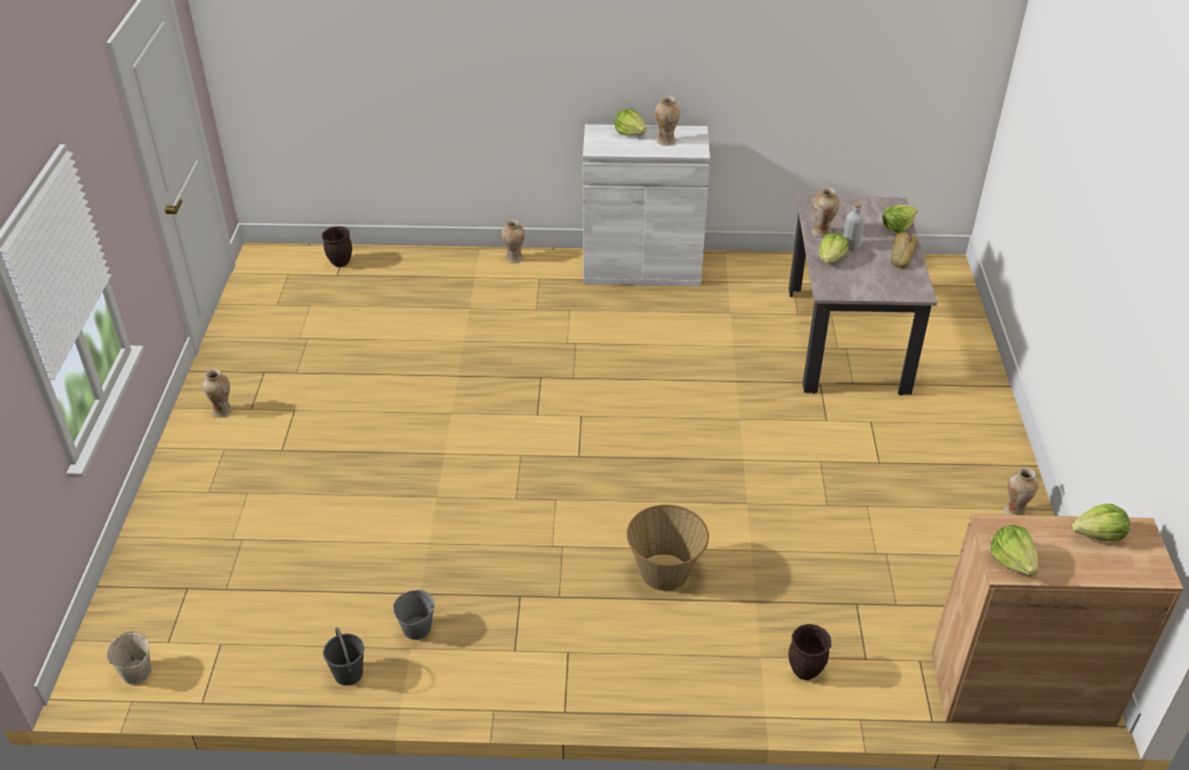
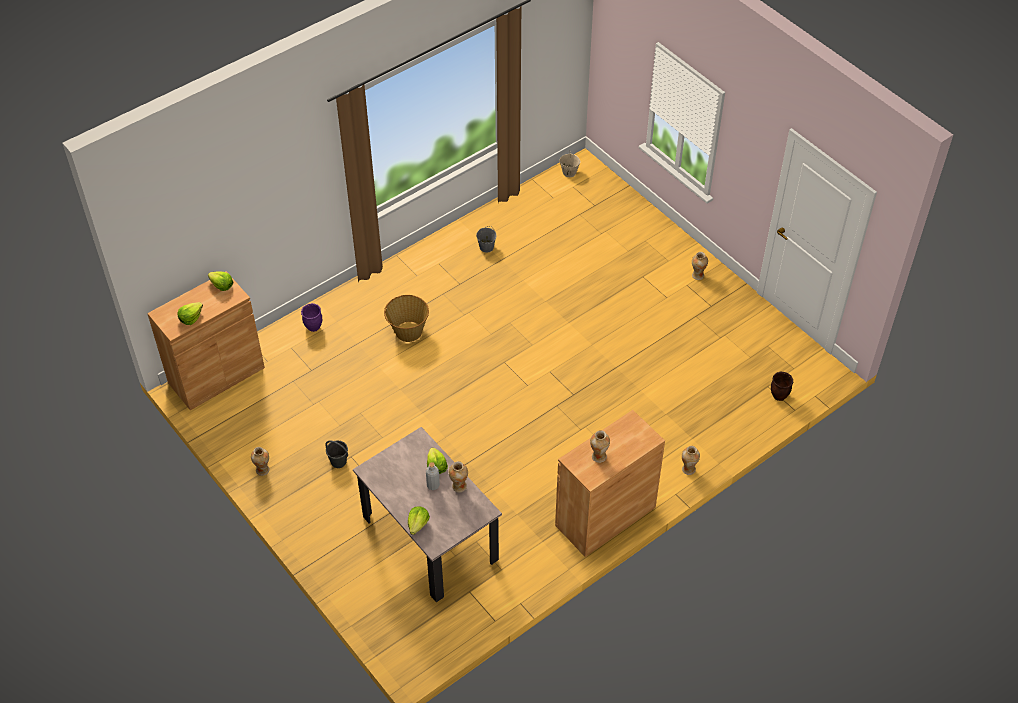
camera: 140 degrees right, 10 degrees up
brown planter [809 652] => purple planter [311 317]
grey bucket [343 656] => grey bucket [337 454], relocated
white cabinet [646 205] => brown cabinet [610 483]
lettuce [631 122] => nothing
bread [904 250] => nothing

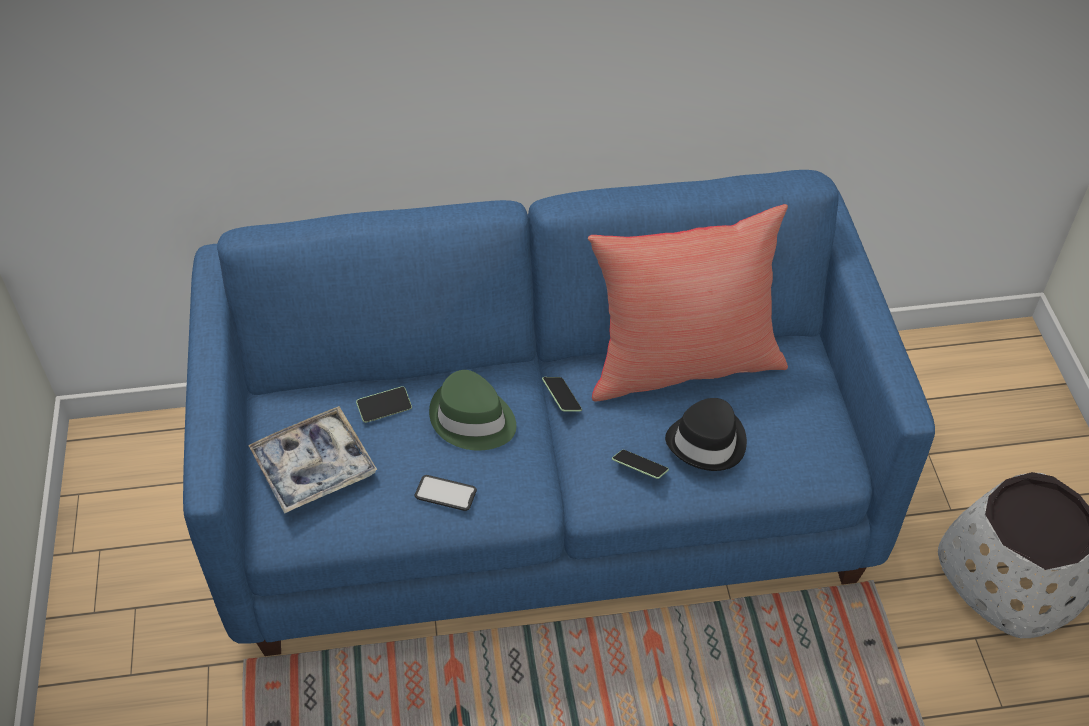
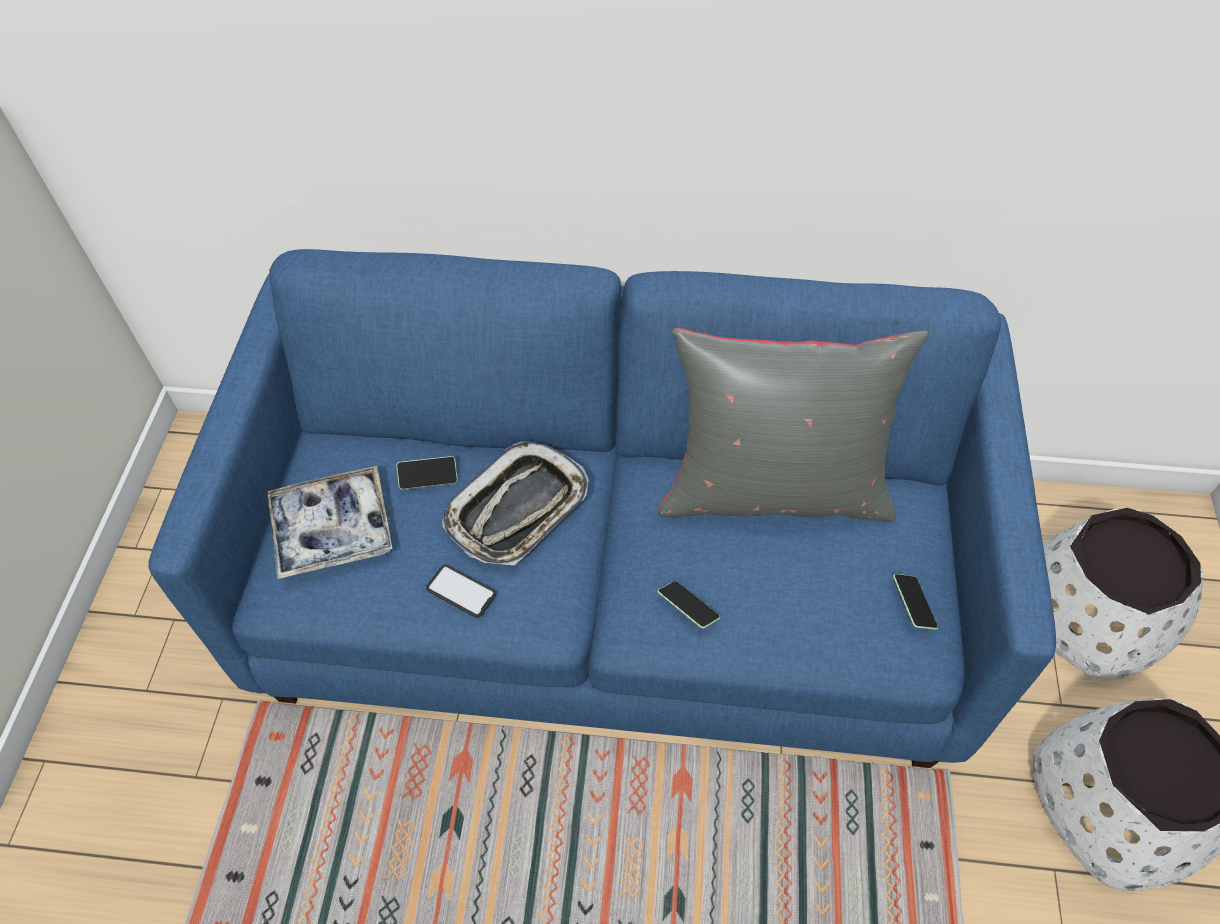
camera: 15 degrees right, 5 degrees up
green hat [472 410] => tray [515 503]
red pillow [688 303] => grey pillow [793 425]
phone [562 394] => phone [915 602], relocated
nothing => white planter [1123 594]
black hat [706 434] => nothing

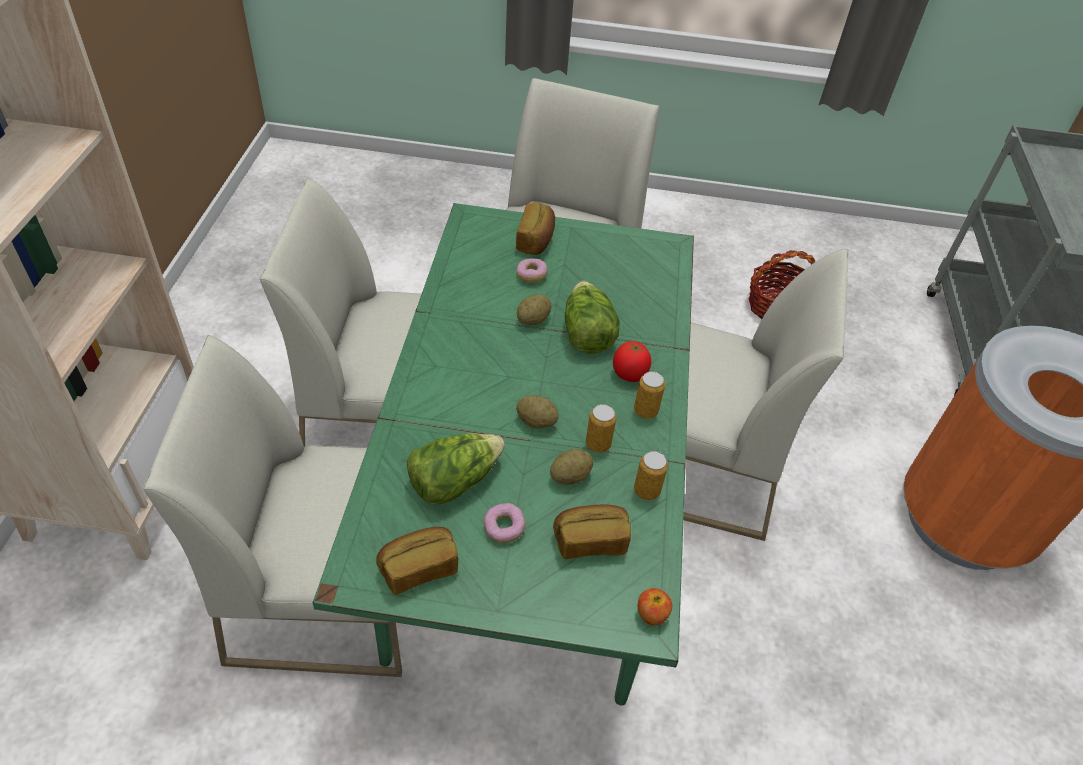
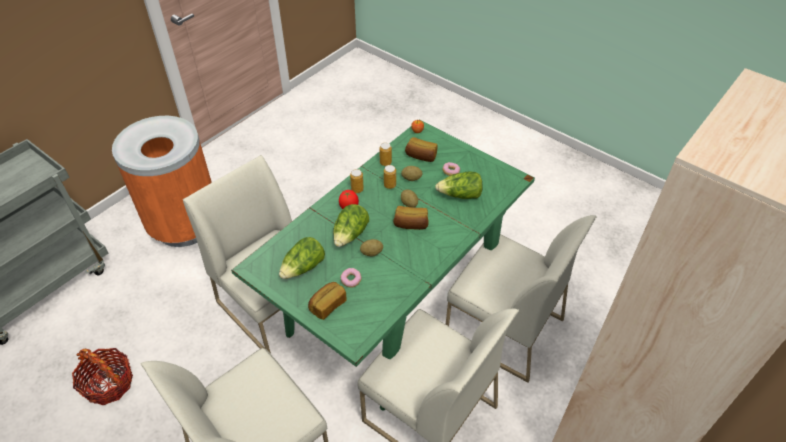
camera: 145 degrees left, 0 degrees up
nothing => lettuce [302 258]
bread [417 561] => bread [411 218], relocated

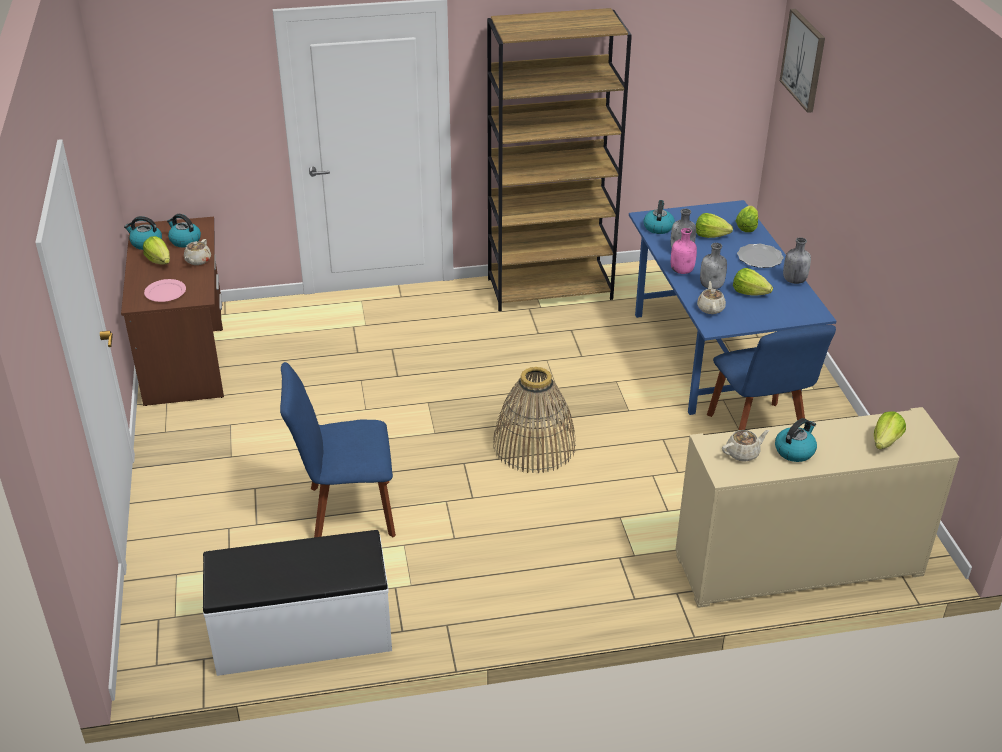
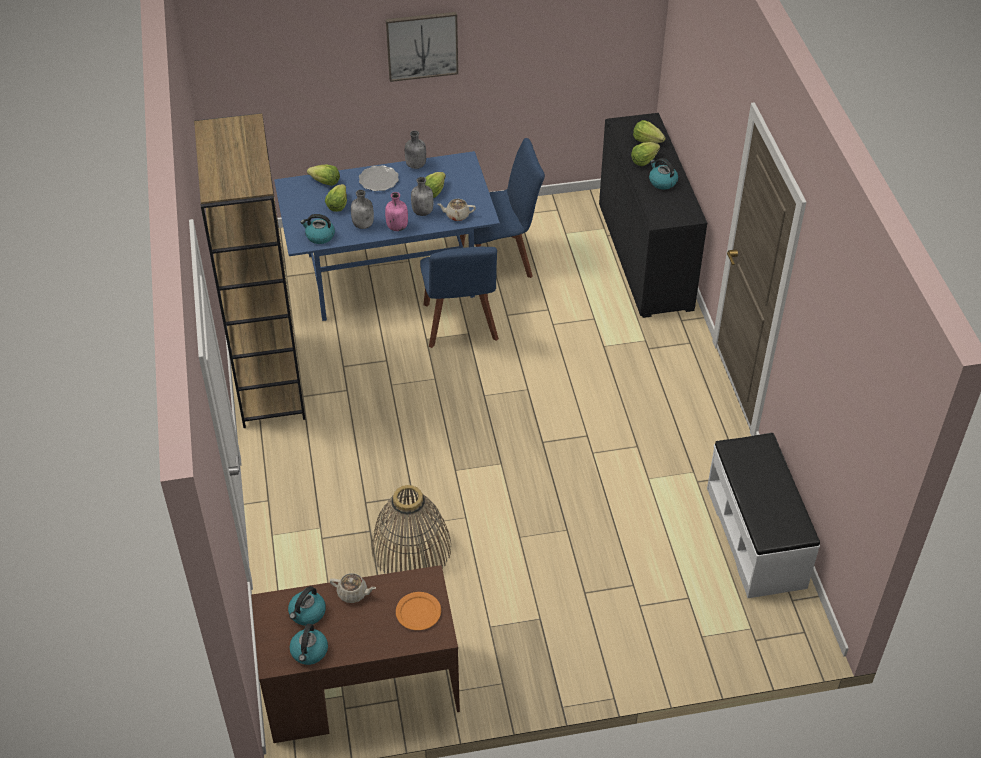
camera: 90 degrees left, 10 degrees up
basket [534 420] => basket [411 529], relocated
picture [802 61] => picture [422 47], relocated
pink plate [165 290] => orange plate [418 611]
blue chair [338 450] => blue chair [459 297], relocated
beige cabinet [817 507] => black cabinet [653 215]
lettuce [156 250] => lettuce [645 154], relocated
beige teapot [746 446] => nothing

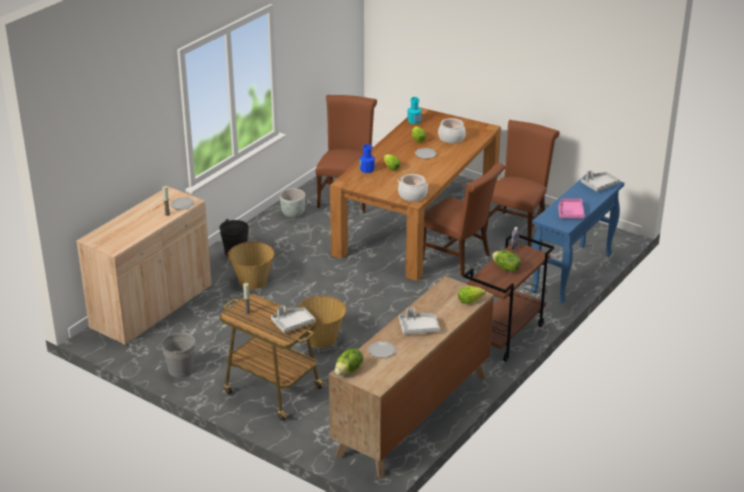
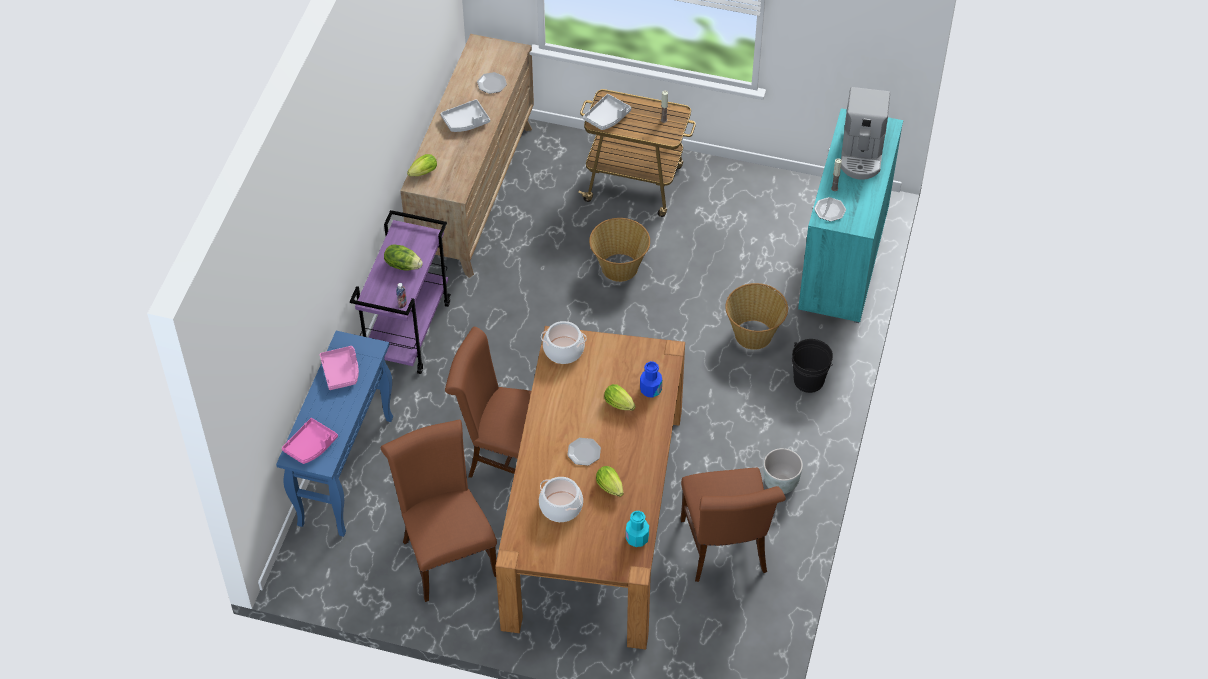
camera: 160 degrees right, 20 degrees up
grey tray [600 181] => pink tray [310 441]
brown cart [509 298] => purple cart [400 292]
brown chair [523 183] => brown chair [439 511], 150 degrees clockwise
beige cabinet [144 266] => turquoise cabinet [850 215]
nothing => coffee machine [865 133]
grey bucket [178 354] => nothing
lettuce [349 361] => nothing

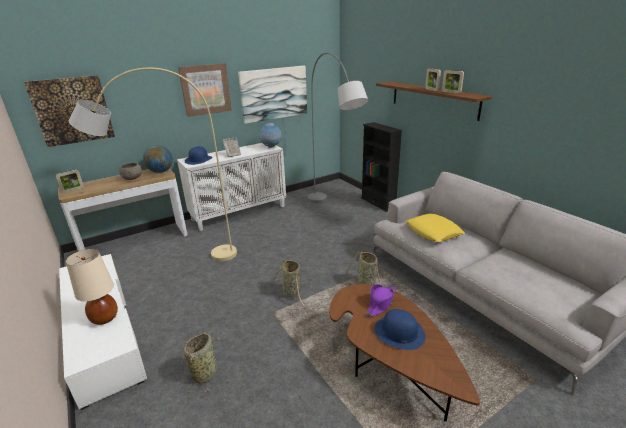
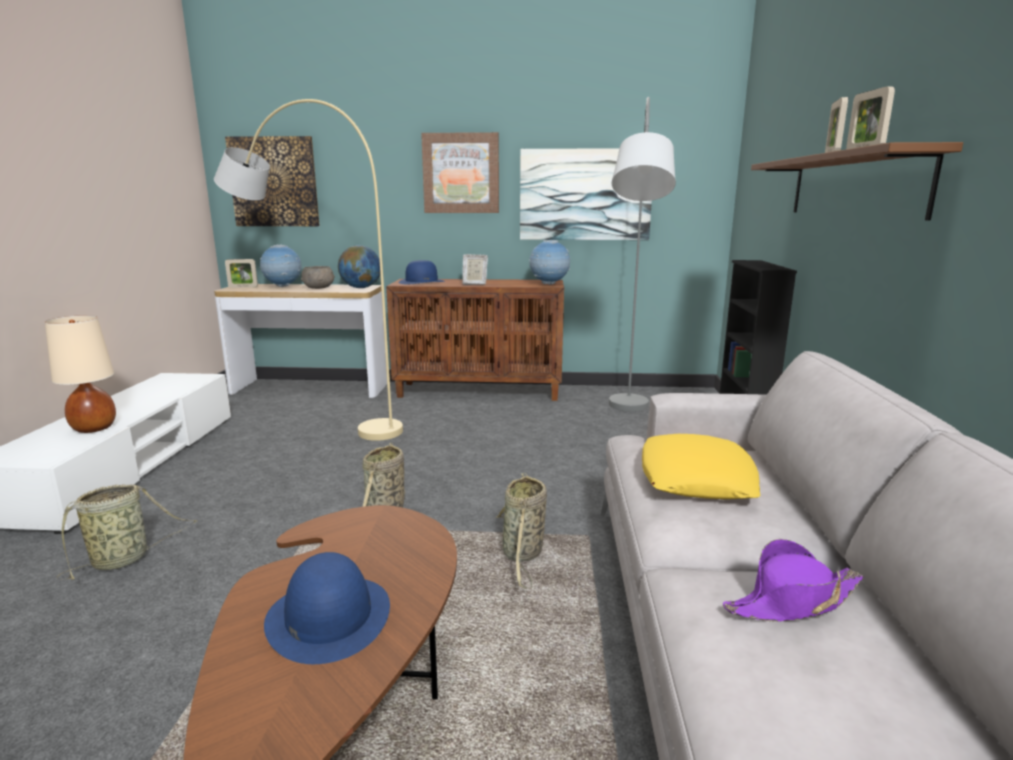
camera: 35 degrees right, 10 degrees down
nothing => globe [281 265]
white cabinet [231 187] => brown cabinet [475 340]
purple hat [381 300] => purple hat [793 580], relocated

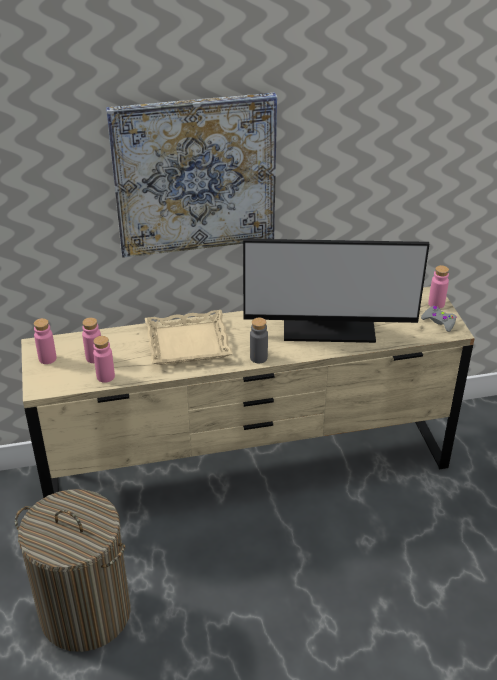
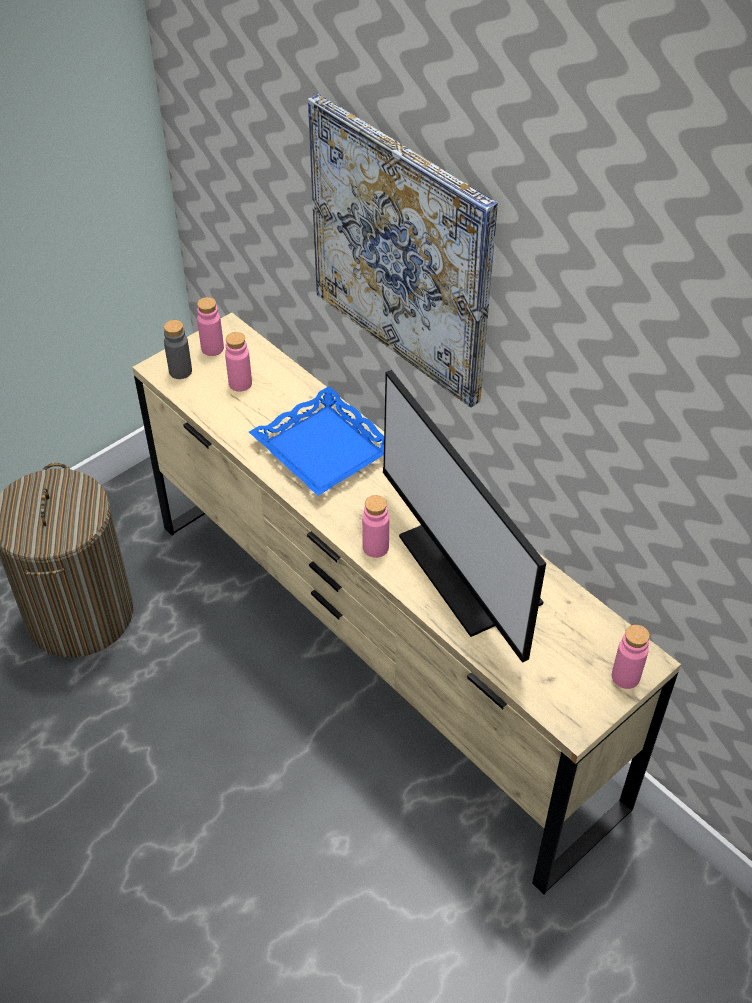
camera: 60 degrees right, 10 degrees up
grey bottle [259 340] => grey bottle [178 349], relocated
beige tray [189 337] => blue tray [316 441]
pink bottle [104 359] => pink bottle [375 526], relocated
grey game controller [439 319] => nothing

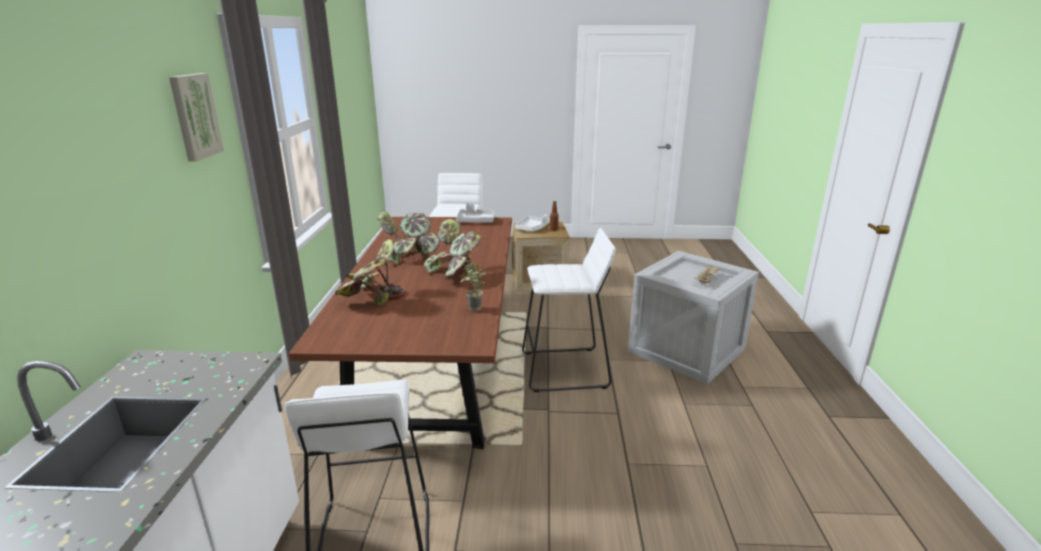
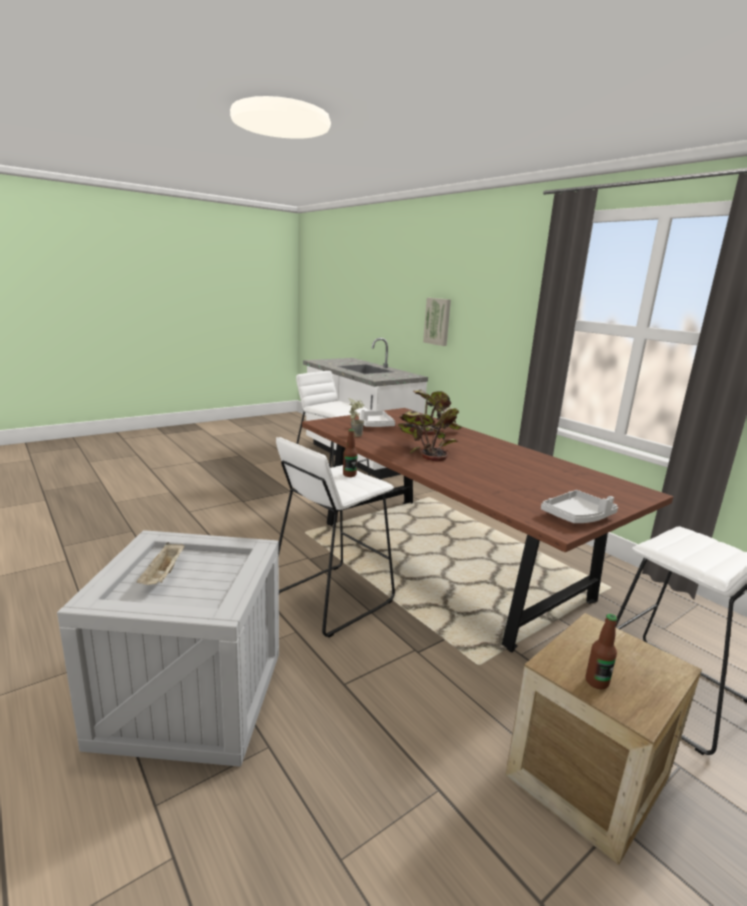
camera: 140 degrees right, 5 degrees down
nothing => bottle [350 453]
white tray [532 223] => white tray [377 418], relocated
picture [196 117] => picture [437 322], relocated
potted plant [409 238] => nothing

